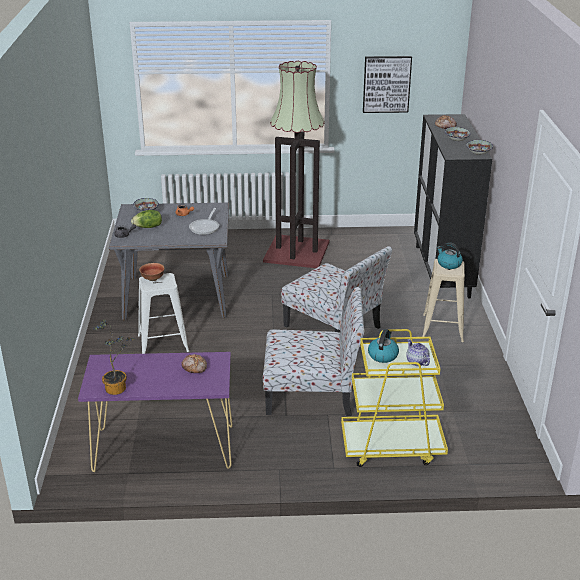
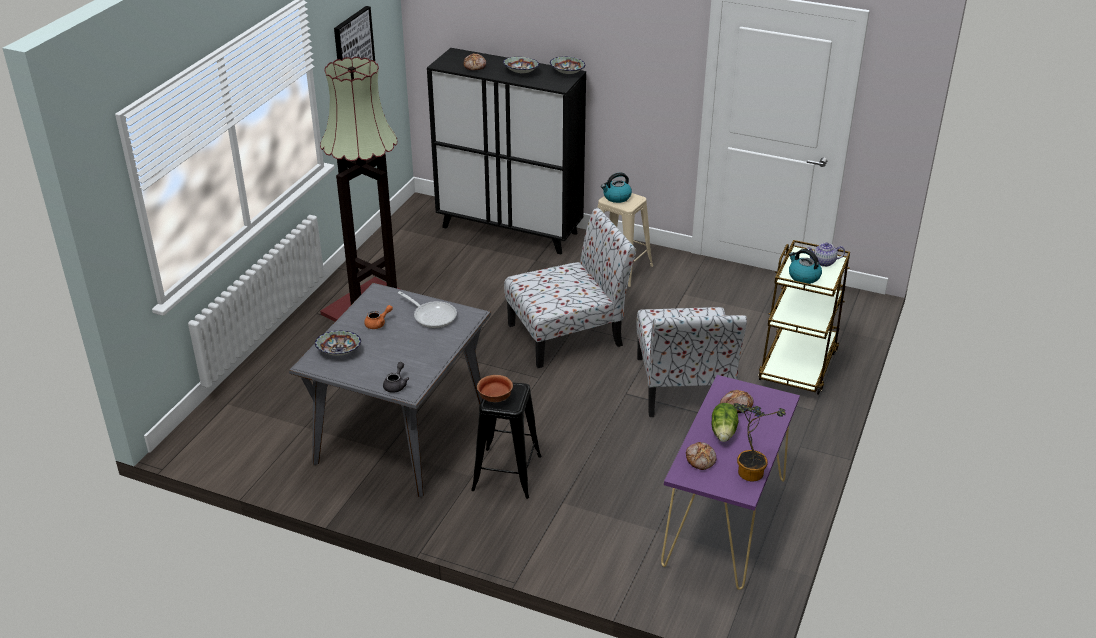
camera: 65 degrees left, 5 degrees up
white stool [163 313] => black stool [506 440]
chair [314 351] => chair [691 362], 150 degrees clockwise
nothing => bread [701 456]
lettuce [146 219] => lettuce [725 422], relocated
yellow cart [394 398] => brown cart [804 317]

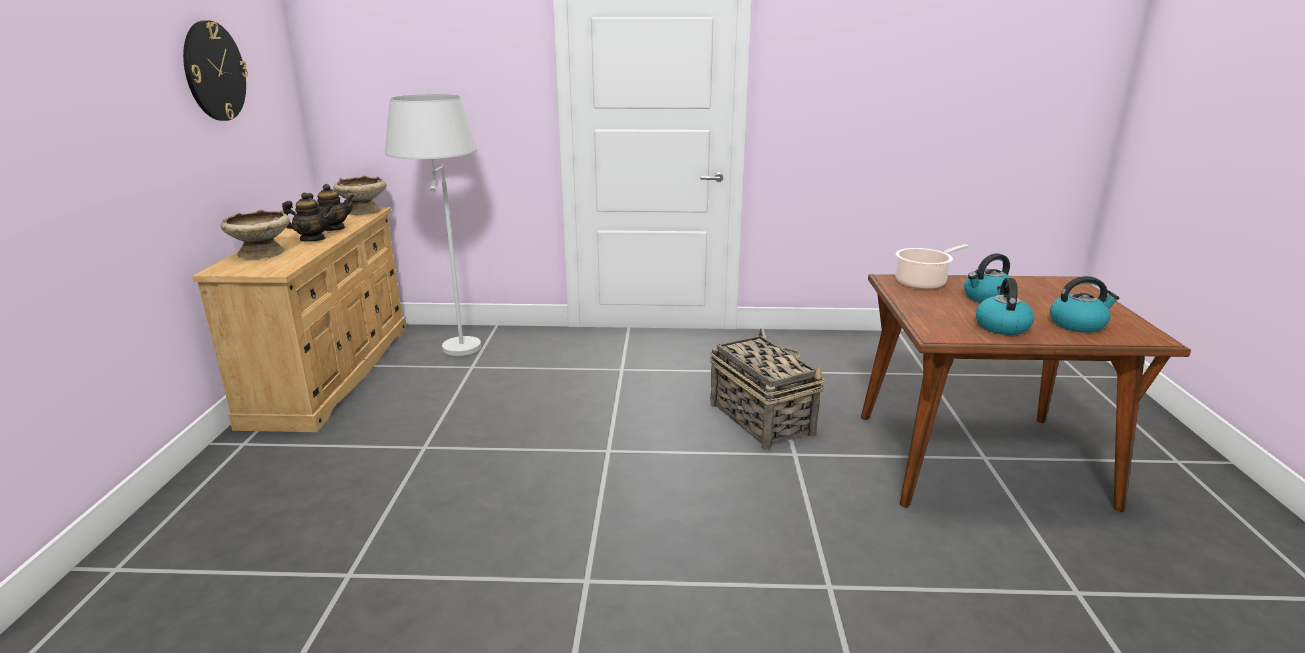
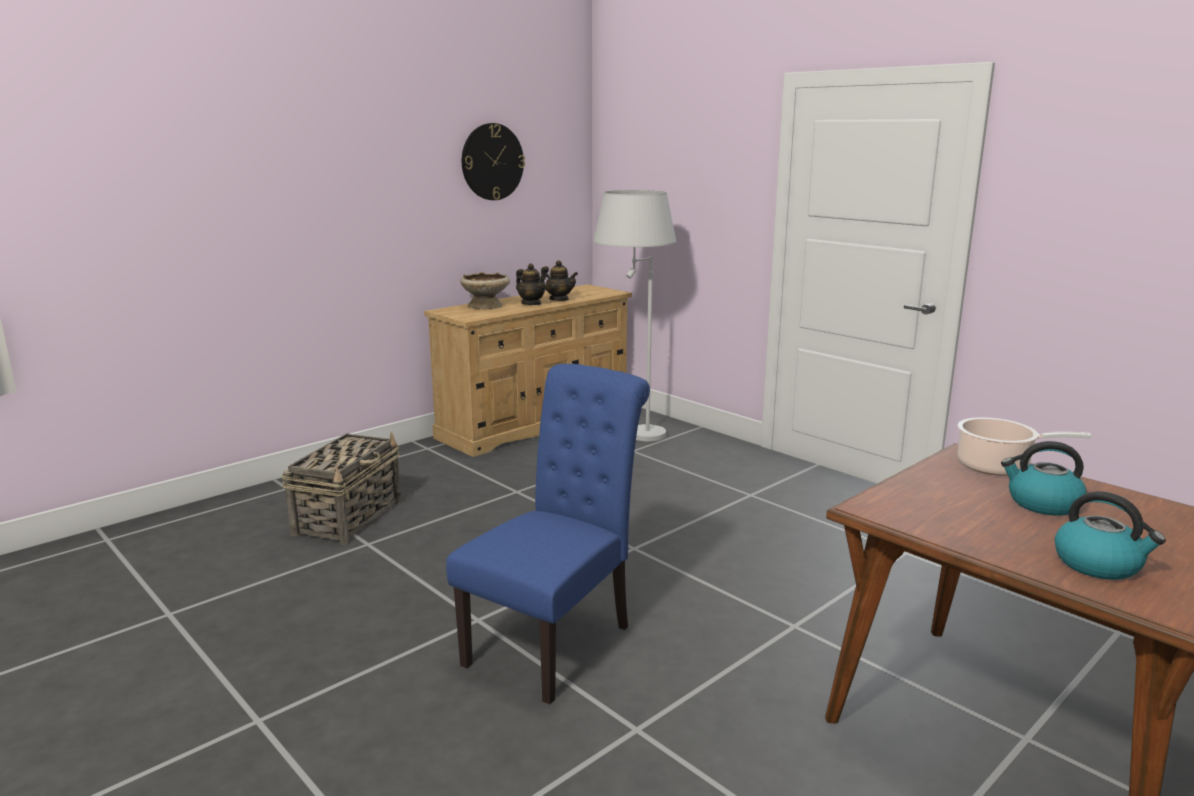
camera: 45 degrees right, 5 degrees down
basket [767 389] => basket [341 488], relocated
nothing => blue chair [548 534]
beige bowl [360 195] => nothing
kettle [1005 306] => nothing

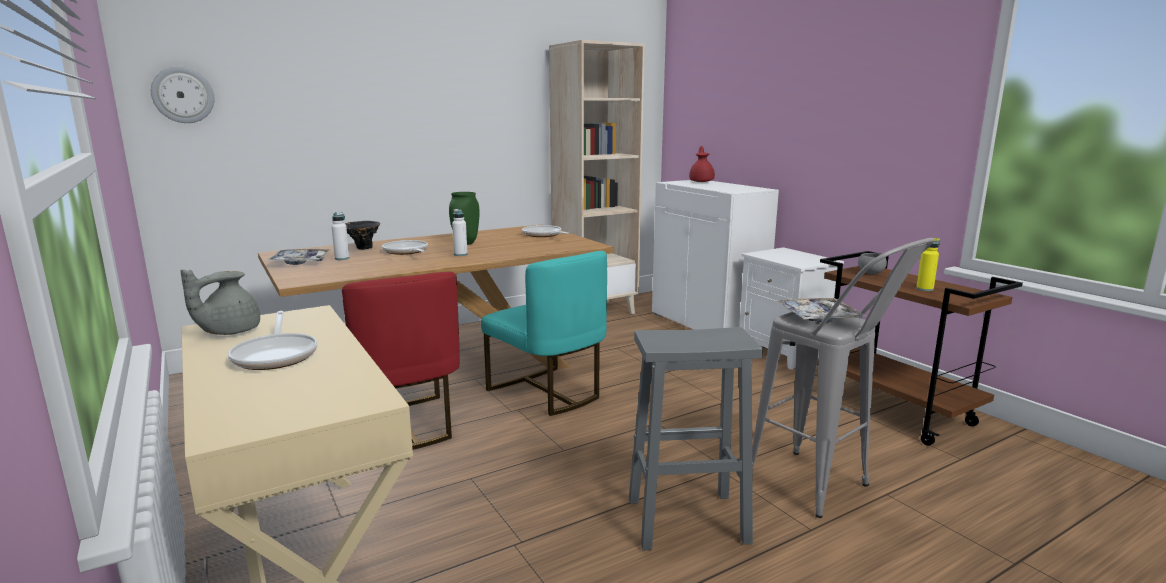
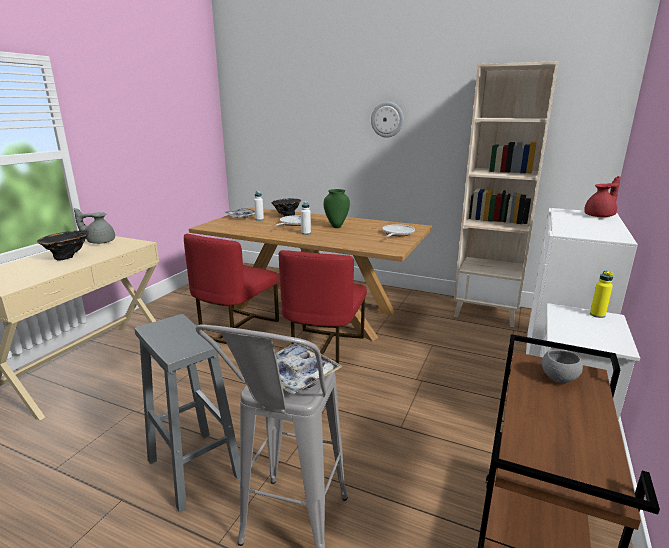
camera: 55 degrees right, 5 degrees up
frying pan [272 340] => black vase [63 245]
turquoise chair [544 333] => red chair [323 307]
wall clock [182 94] => wall clock [387 120], relocated
yellow bottle [928 264] => yellow bottle [601 294], relocated

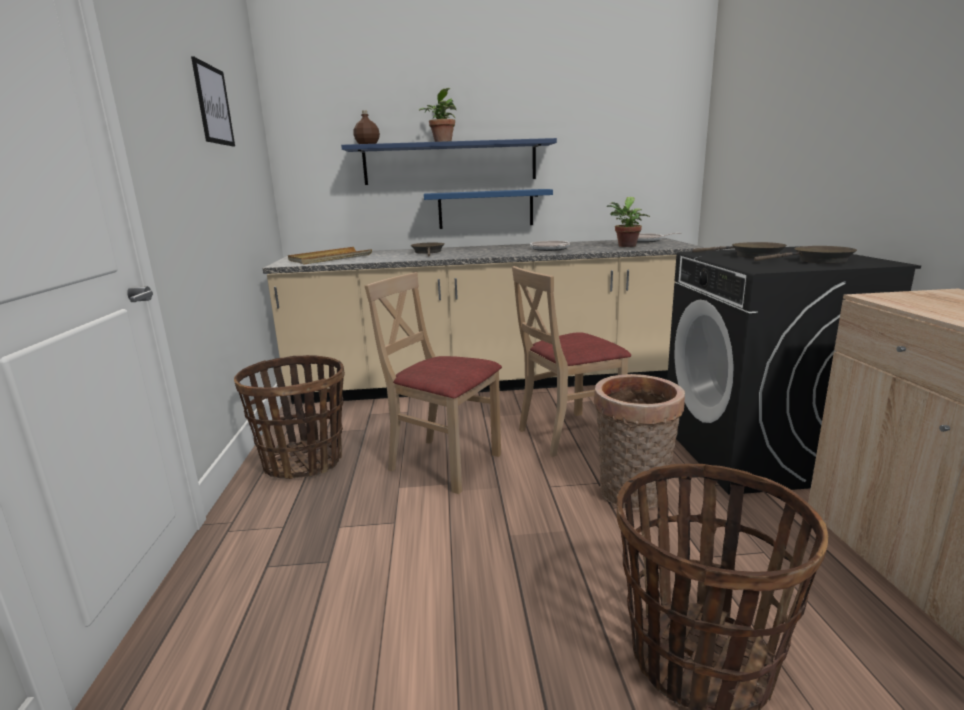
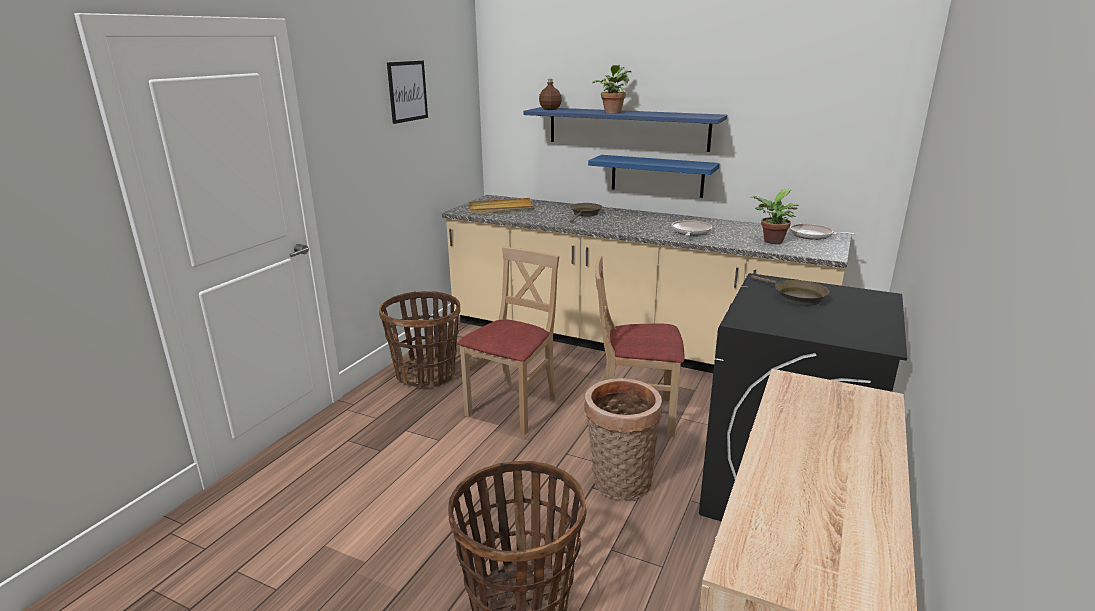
camera: 30 degrees right, 5 degrees up
beige chair [433 383] => beige chair [508 341], 60 degrees clockwise
brown frying pan [805 254] => nothing

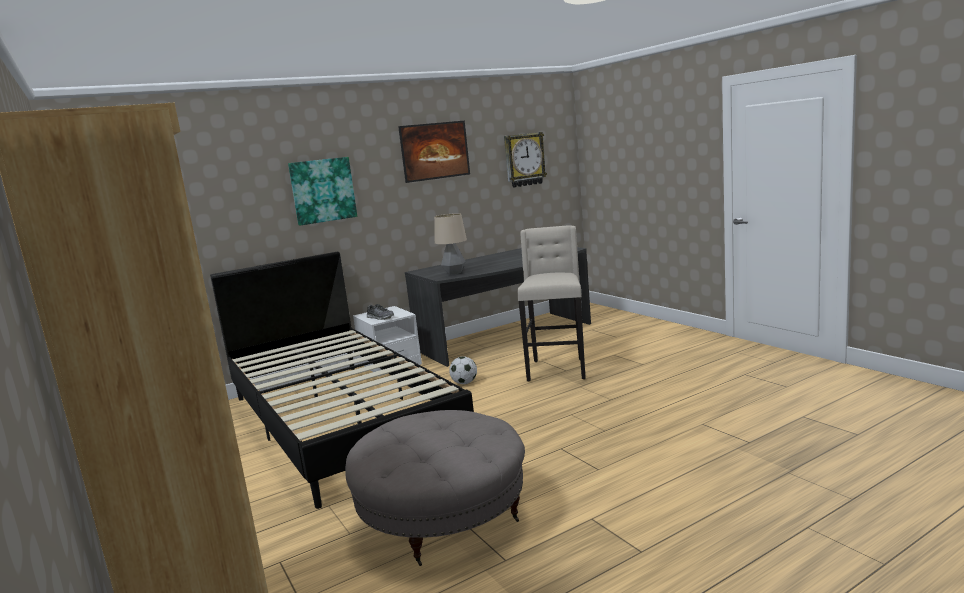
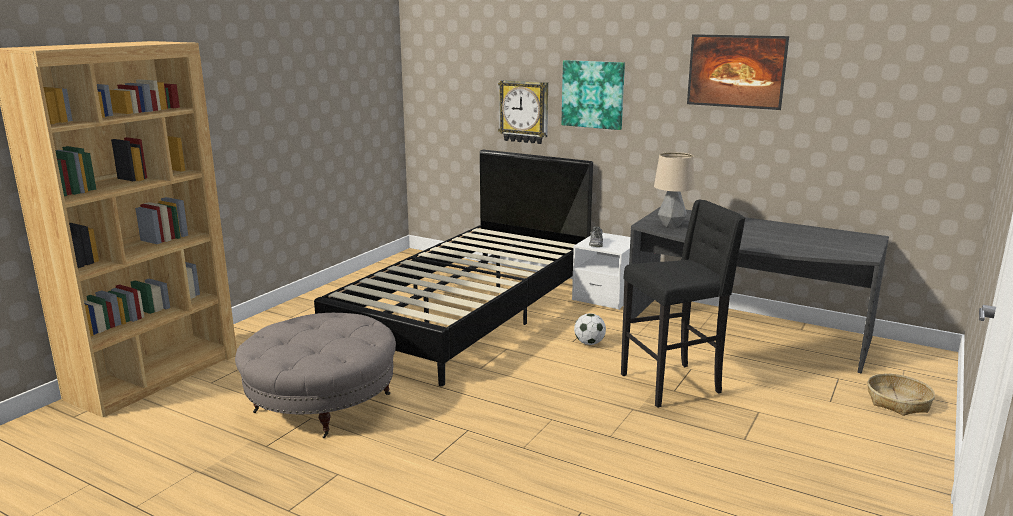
camera: 60 degrees right, 5 degrees up
wall clock [525 160] => wall clock [523 112], relocated
beige stool [551 303] => black stool [683 304]
nothing => basket [901 394]

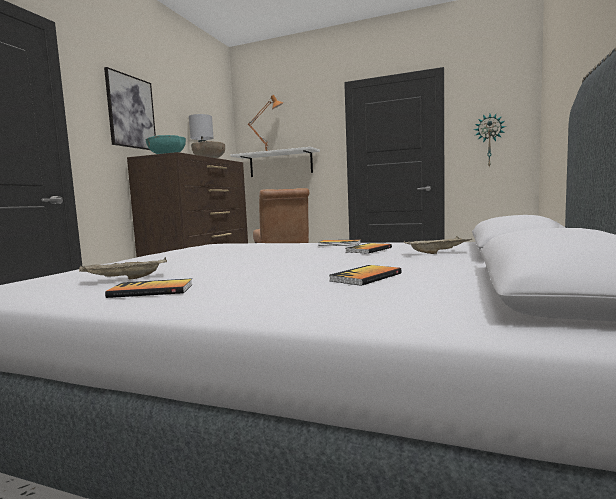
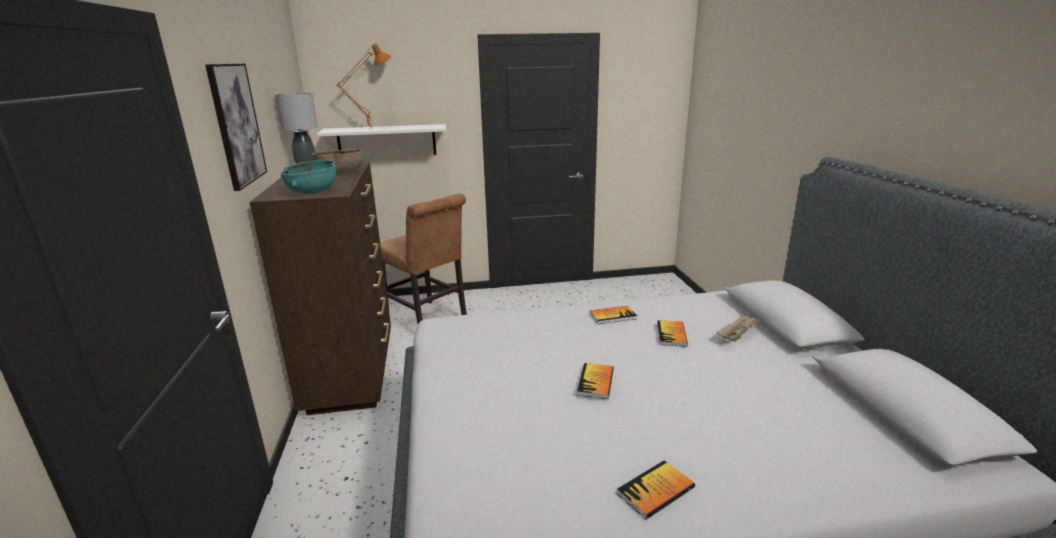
camera: 30 degrees left, 15 degrees up
book [365 275] => book [595 381], relocated
beige tray [123 268] => nothing
wall clock [490 140] => nothing

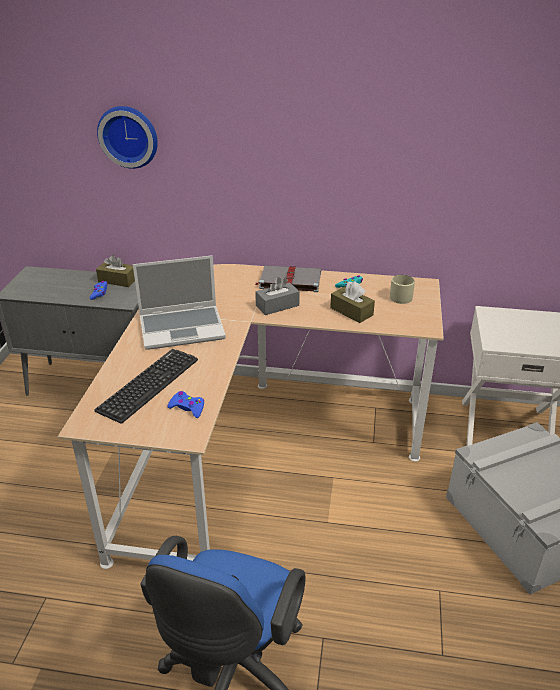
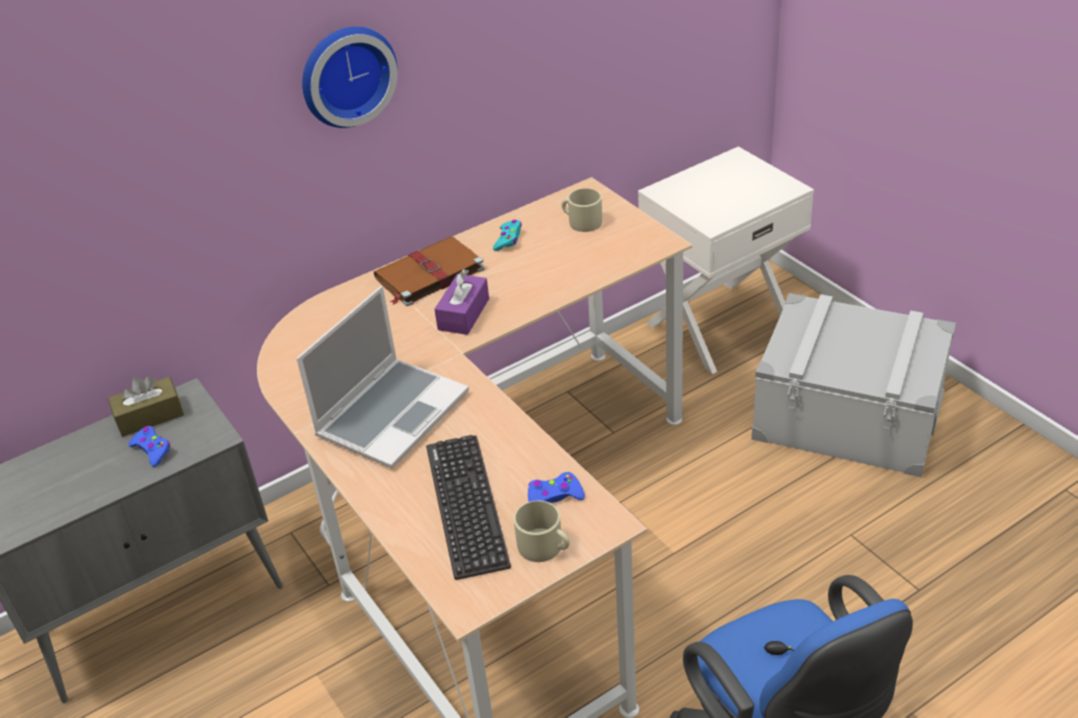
camera: 40 degrees left, 5 degrees up
wall clock [127 137] => wall clock [350 77], relocated
grey book [288 278] => brown book [429 271]
grey tissue box [277 296] => purple tissue box [461 302]
nothing => beige mug [542 531]
brown tissue box [352 302] => nothing

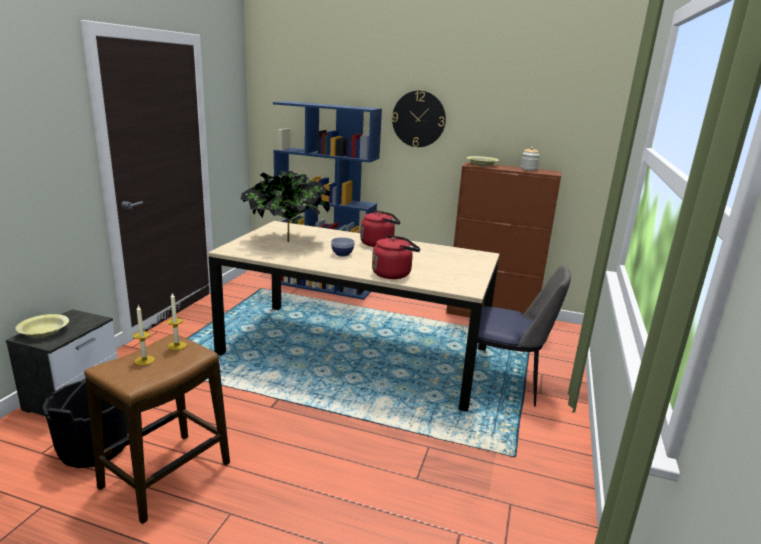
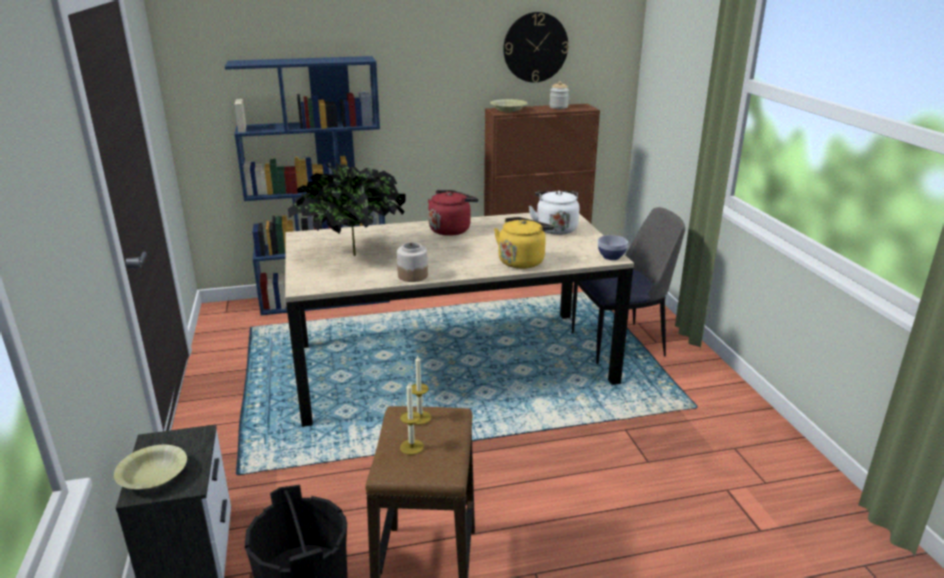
camera: 30 degrees left, 5 degrees up
nothing => jar [412 262]
red kettle [396 257] => yellow kettle [524 243]
wall clock [419 119] => wall clock [535 47], relocated
nothing => white kettle [554 213]
bowl [343 247] => bowl [613 247], relocated

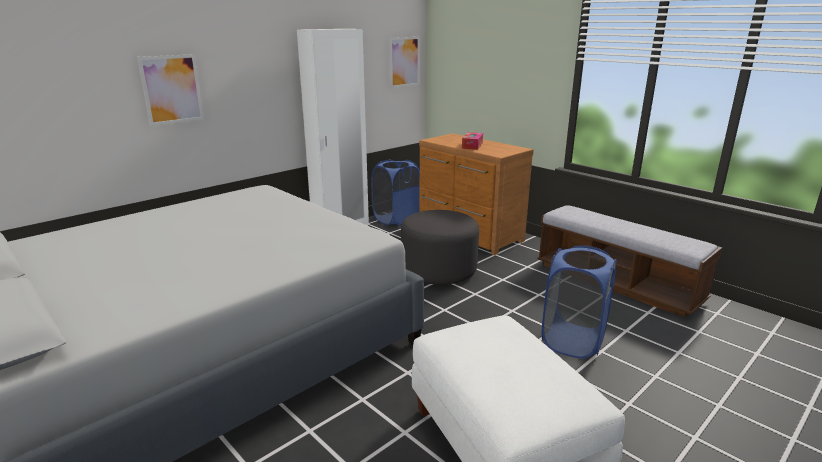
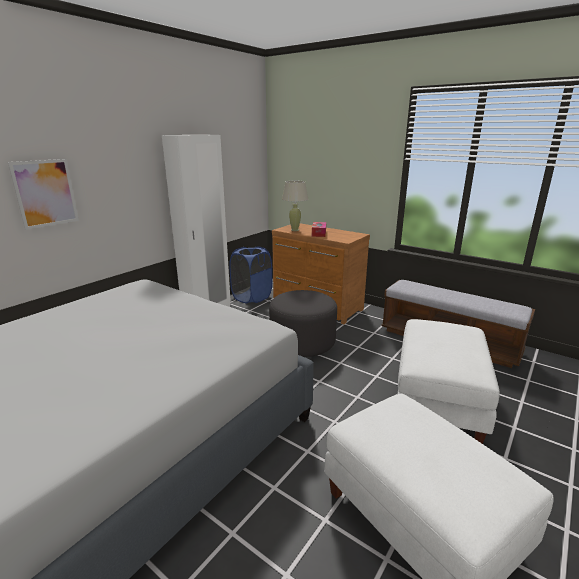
camera: 10 degrees left, 0 degrees up
nothing => beige table lamp [295 206]
blue laundry basket [579 302] => white ottoman [449 381]
picture [405 62] => nothing

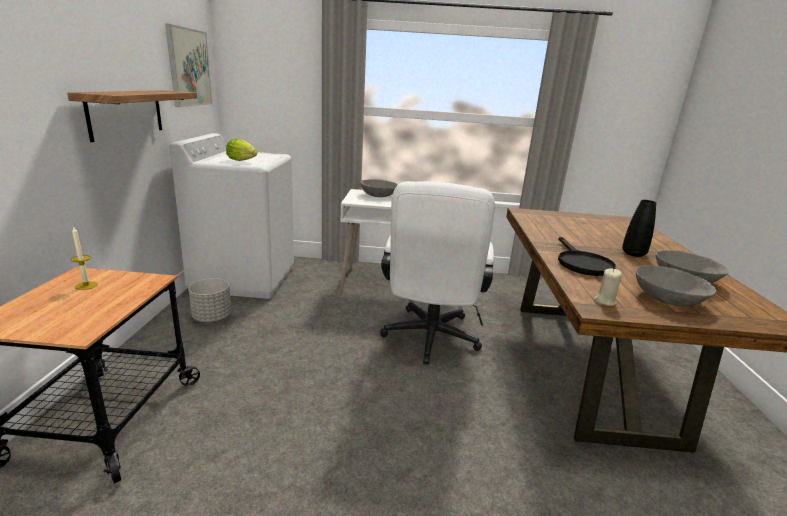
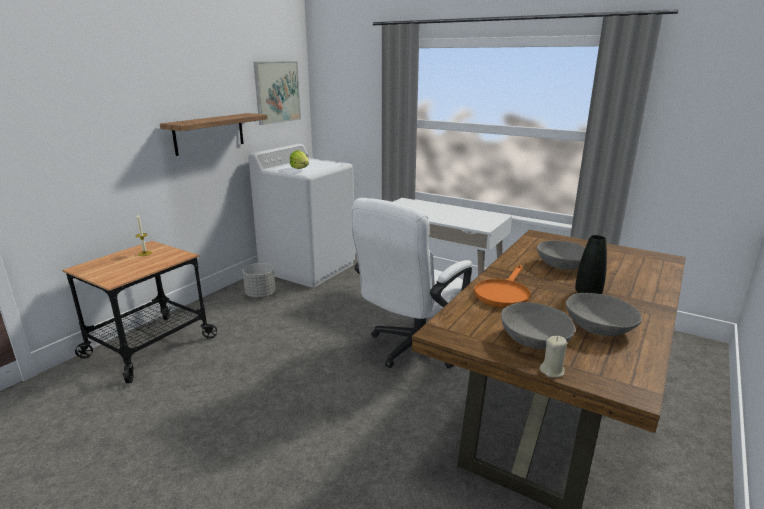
camera: 30 degrees right, 0 degrees up
black frying pan [587 256] => orange frying pan [502 286]
grey bowl [379 188] => grey bowl [561 255], relocated
beige candle [608 287] => beige candle [553 356], relocated

